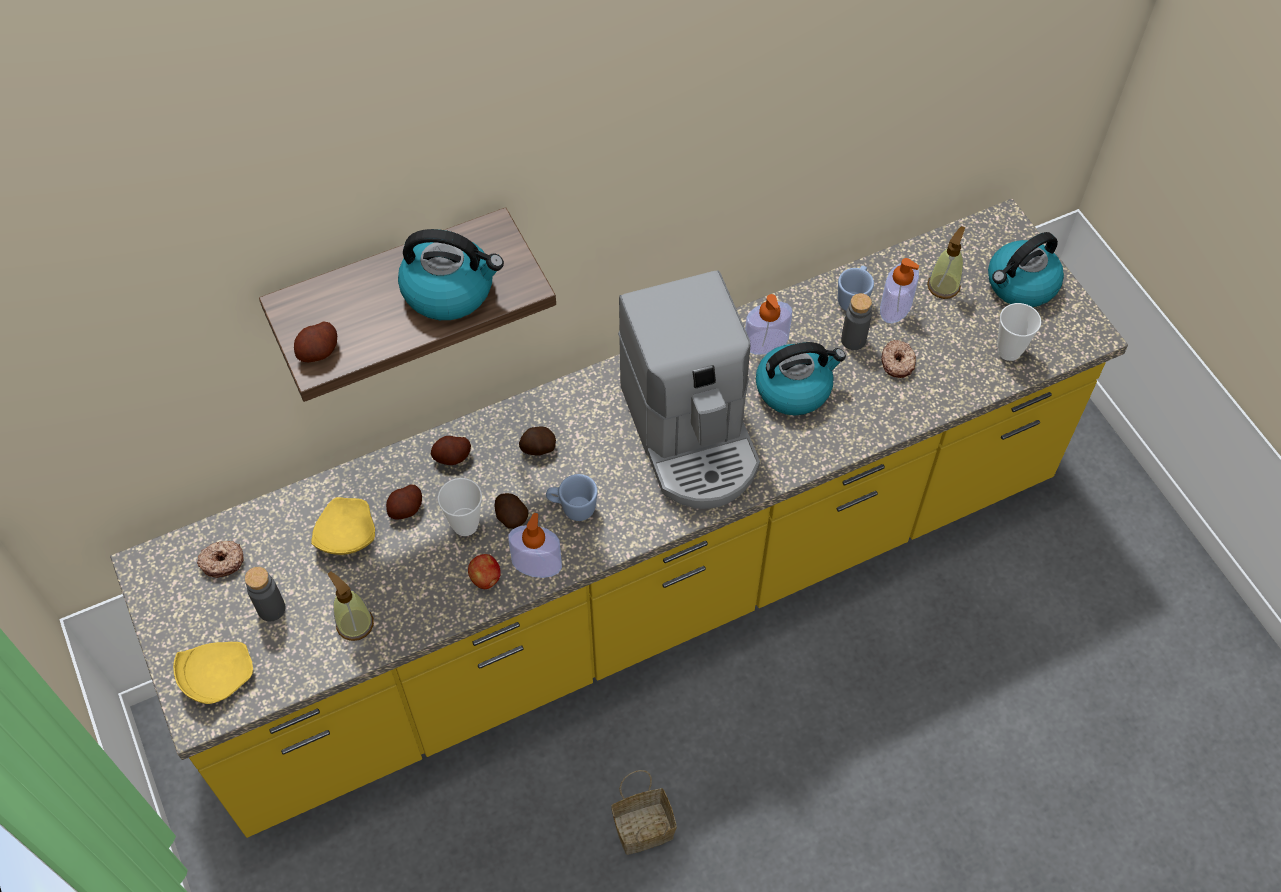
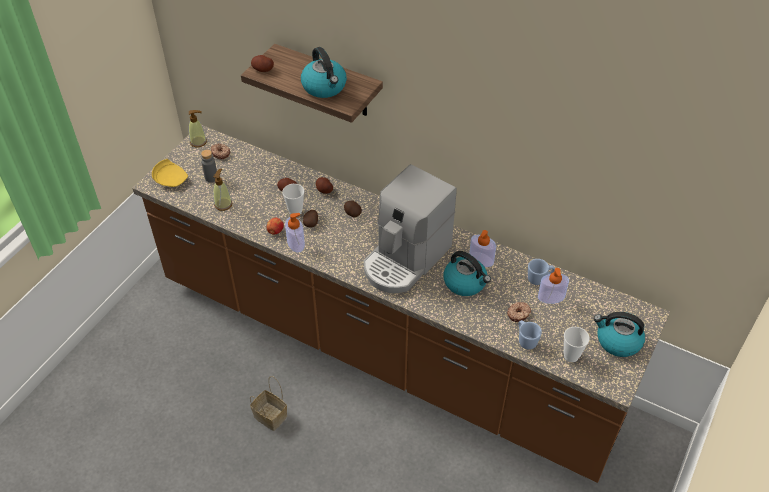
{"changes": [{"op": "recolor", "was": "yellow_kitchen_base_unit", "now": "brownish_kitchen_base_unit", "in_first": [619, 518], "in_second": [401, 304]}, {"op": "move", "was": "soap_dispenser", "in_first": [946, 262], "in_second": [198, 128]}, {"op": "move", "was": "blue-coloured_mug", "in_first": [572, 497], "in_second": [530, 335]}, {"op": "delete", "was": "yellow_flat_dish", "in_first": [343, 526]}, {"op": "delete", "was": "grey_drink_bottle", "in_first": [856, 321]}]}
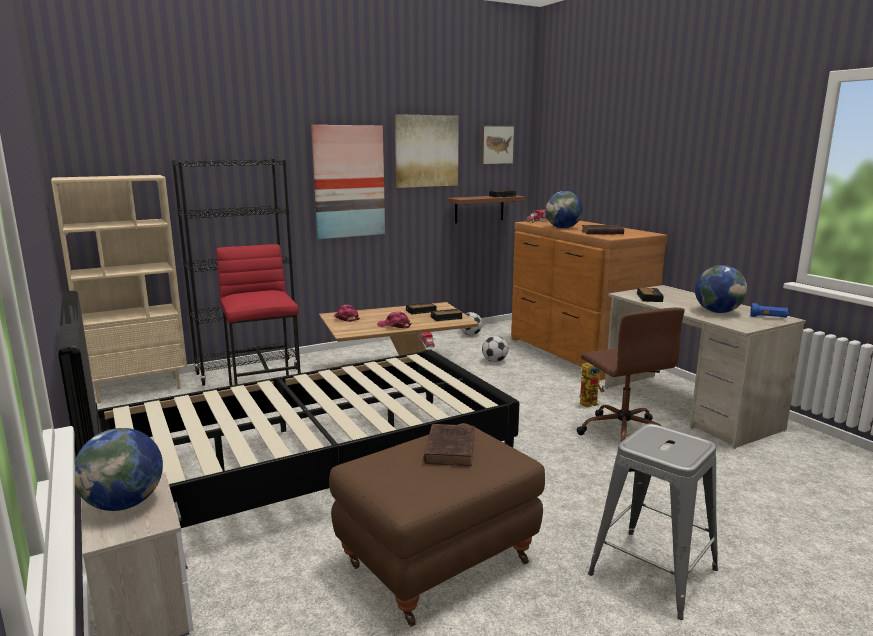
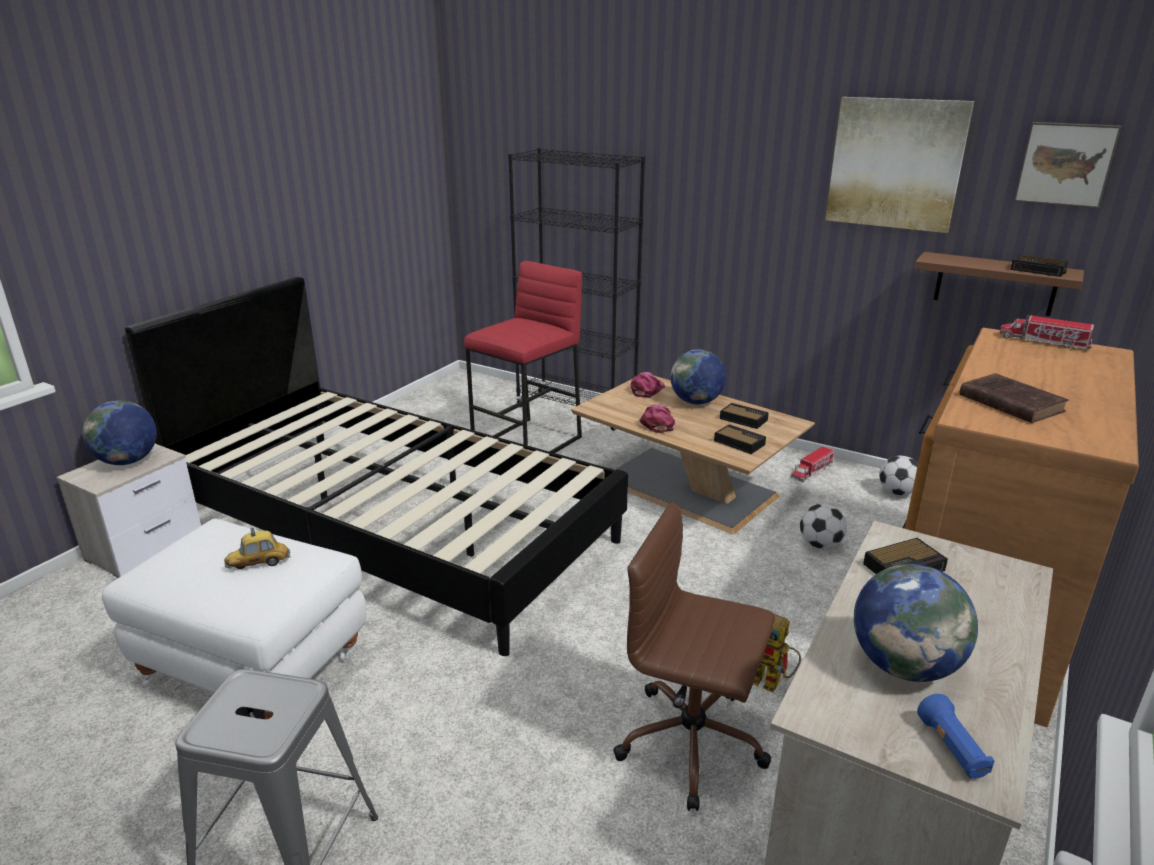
{"changes": [{"op": "recolor", "was": "brownish_pouffe", "now": "white-coloured_pouffe", "in_first": [437, 525], "in_second": [234, 619]}, {"op": "replace", "was": "brownish_volume", "now": "miniature_car", "in_first": [449, 445], "in_second": [257, 548]}, {"op": "rotate", "was": "brownish_office_chair", "in_first": [630, 375], "in_second": [694, 656], "clockwise": 75}, {"op": "move", "was": "desk_globe", "in_first": [564, 209], "in_second": [698, 376]}, {"op": "delete", "was": "beige-coloured_bookshelf", "in_first": [119, 289]}, {"op": "delete", "was": "picture", "in_first": [348, 182]}]}
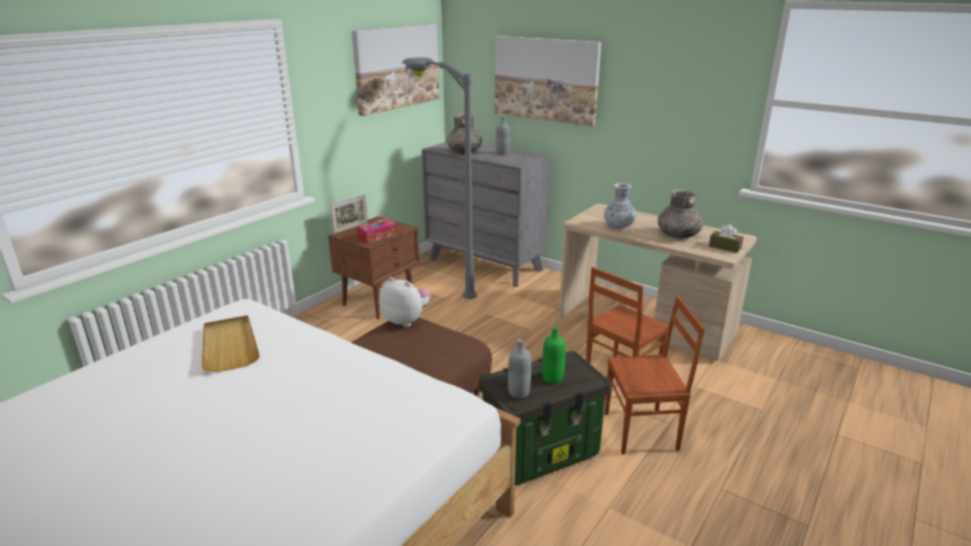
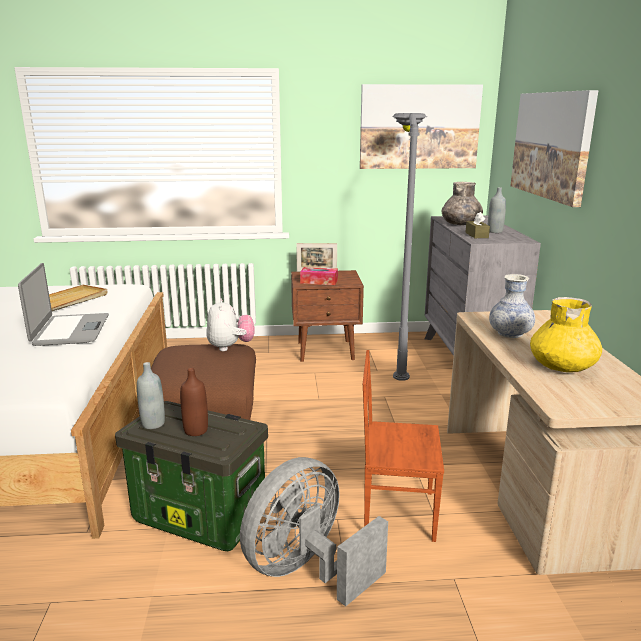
{"changes": [{"op": "insert", "now": "notebook_computer", "in_second": [63, 304]}, {"op": "recolor", "was": "green-coloured_drink_bottle", "now": "brownish_drink_bottle", "in_first": [554, 355], "in_second": [194, 402]}, {"op": "replace", "was": "brownish_chair", "now": "grey_fan", "in_first": [655, 375], "in_second": [314, 531]}, {"op": "move", "was": "brownish_tissue_box", "in_first": [726, 238], "in_second": [477, 225]}, {"op": "recolor", "was": "grey_flower_vase", "now": "yellow_flower_vase", "in_first": [680, 214], "in_second": [566, 334]}]}
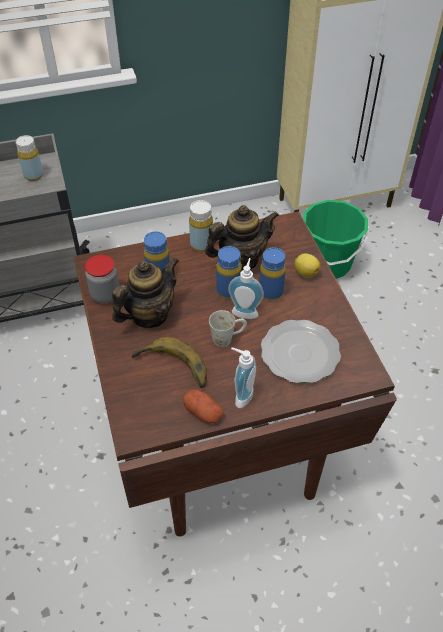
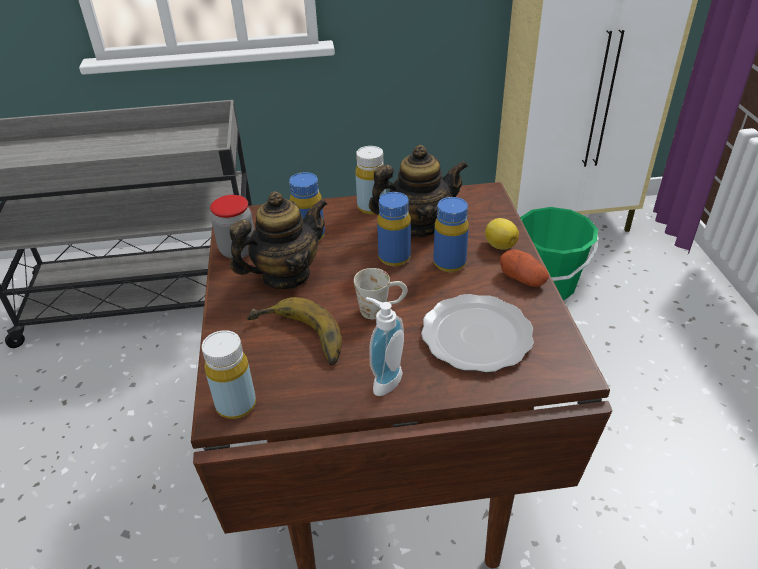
{"changes": [{"op": "move", "was": "yellow_drink_bottle", "in_first": [29, 158], "in_second": [229, 374]}, {"op": "move", "was": "whole_potato", "in_first": [203, 406], "in_second": [524, 268]}, {"op": "delete", "was": "soap_dispenser", "in_first": [246, 288]}]}
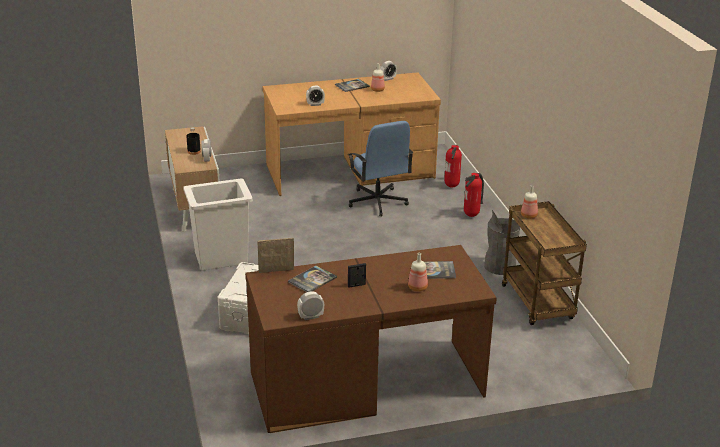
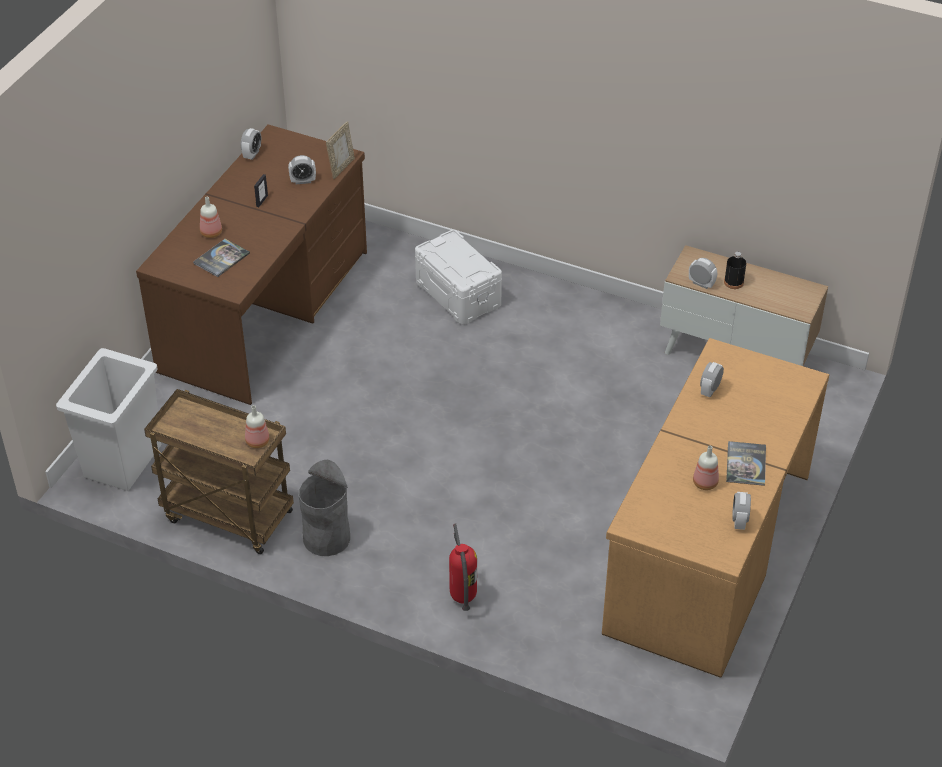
{"changes": [{"op": "move", "was": "white-coloured_waste_bin", "in_first": [218, 225], "in_second": [108, 419]}, {"op": "replace", "was": "volume", "now": "table_clock", "in_first": [312, 279], "in_second": [302, 169]}, {"op": "delete", "was": "blue-coloured_office_chair", "in_first": [381, 168]}, {"op": "delete", "was": "fire-fighting_cylinder", "in_first": [453, 166]}]}
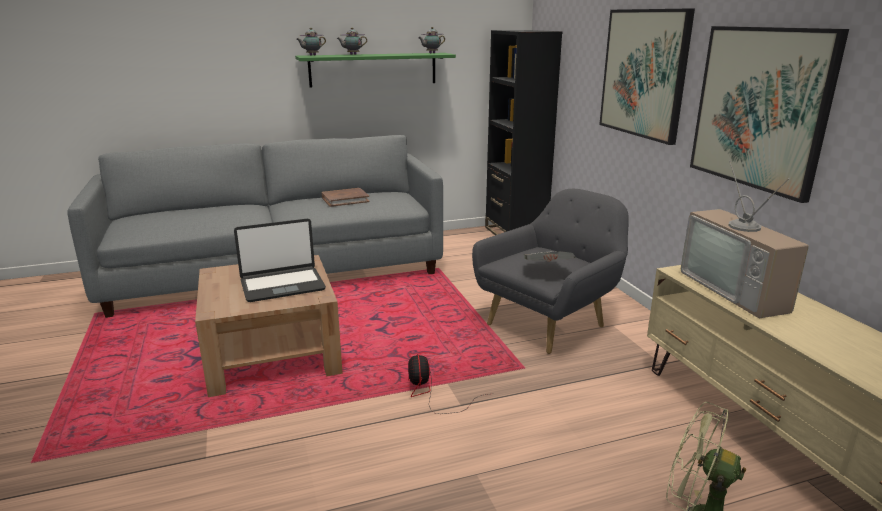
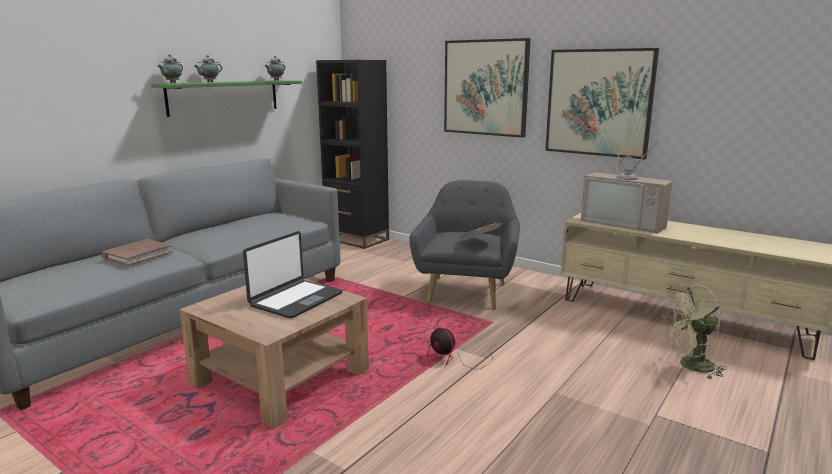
{"changes": [{"op": "move", "was": "brownish_volume", "in_first": [345, 197], "in_second": [137, 252]}]}
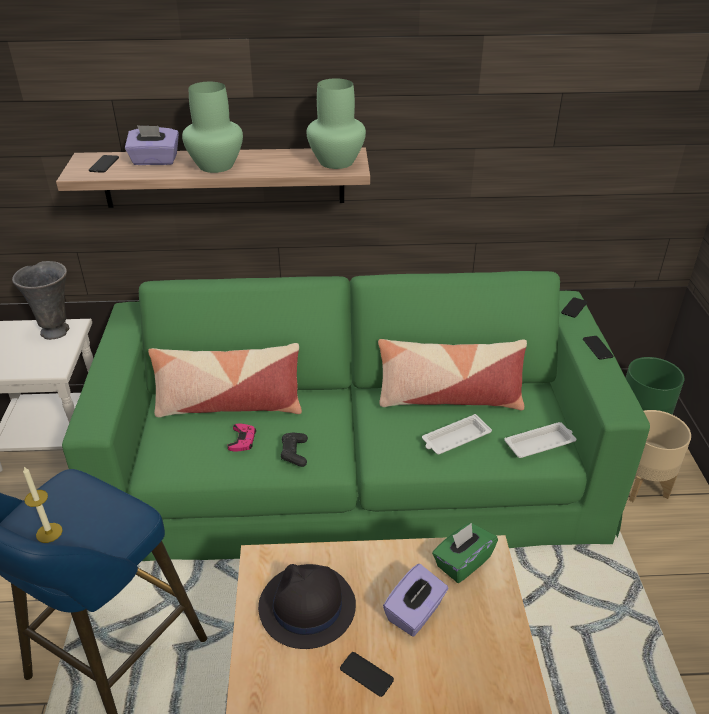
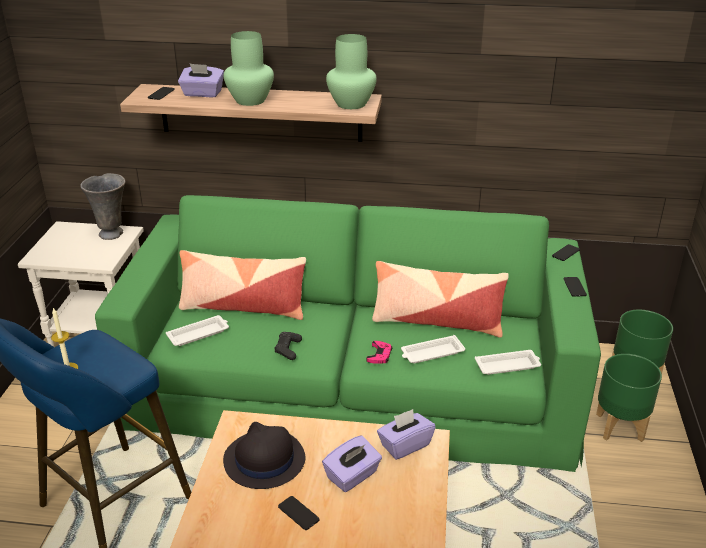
{"changes": [{"op": "insert", "now": "white-coloured_tray", "in_second": [197, 330]}, {"op": "move", "was": "pinkish_game_controller", "in_first": [242, 438], "in_second": [379, 352]}, {"op": "recolor", "was": "green-coloured_tissue_box", "now": "purple_tissue_box", "in_first": [465, 553], "in_second": [406, 434]}, {"op": "recolor", "was": "beige-coloured_plant_pot", "now": "green-coloured_plant_pot", "in_first": [660, 456], "in_second": [629, 398]}]}
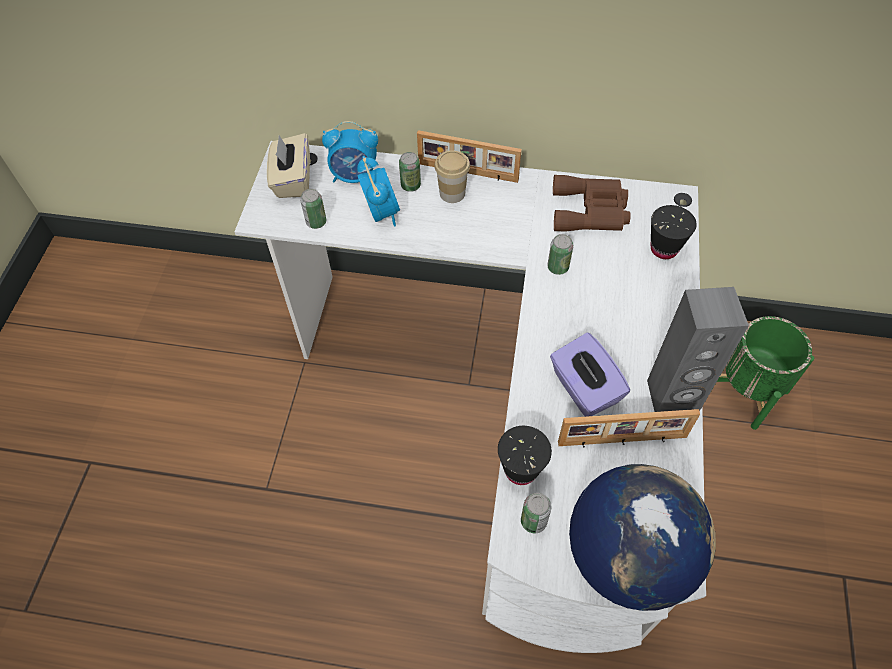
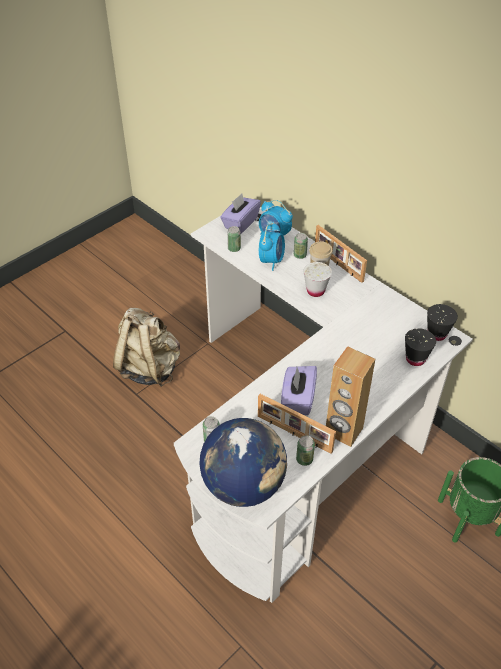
{"changes": [{"op": "insert", "now": "beige-coloured_backpack", "in_second": [146, 347]}, {"op": "recolor", "was": "beige-coloured_tissue_box", "now": "purple_tissue_box", "in_first": [288, 165], "in_second": [240, 213]}, {"op": "move", "was": "metal_can", "in_first": [560, 254], "in_second": [305, 450]}, {"op": "insert", "now": "white-coloured_cup", "in_second": [317, 279]}, {"op": "recolor", "was": "grey_speaker", "now": "brownish_speaker", "in_first": [698, 349], "in_second": [350, 396]}, {"op": "move", "was": "black-coloured_cup", "in_first": [525, 455], "in_second": [442, 322]}, {"op": "delete", "was": "brownish_field_glasses", "in_first": [592, 203]}]}
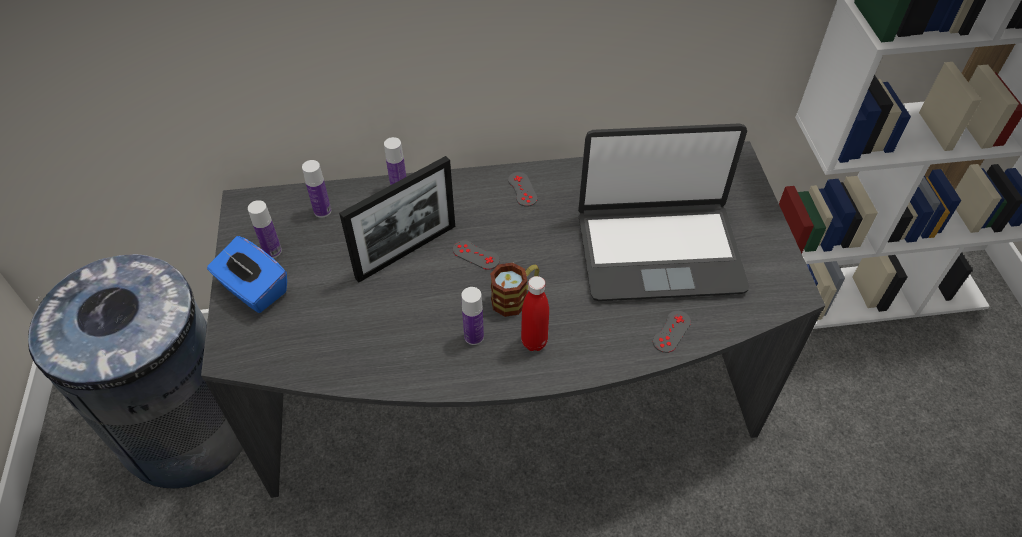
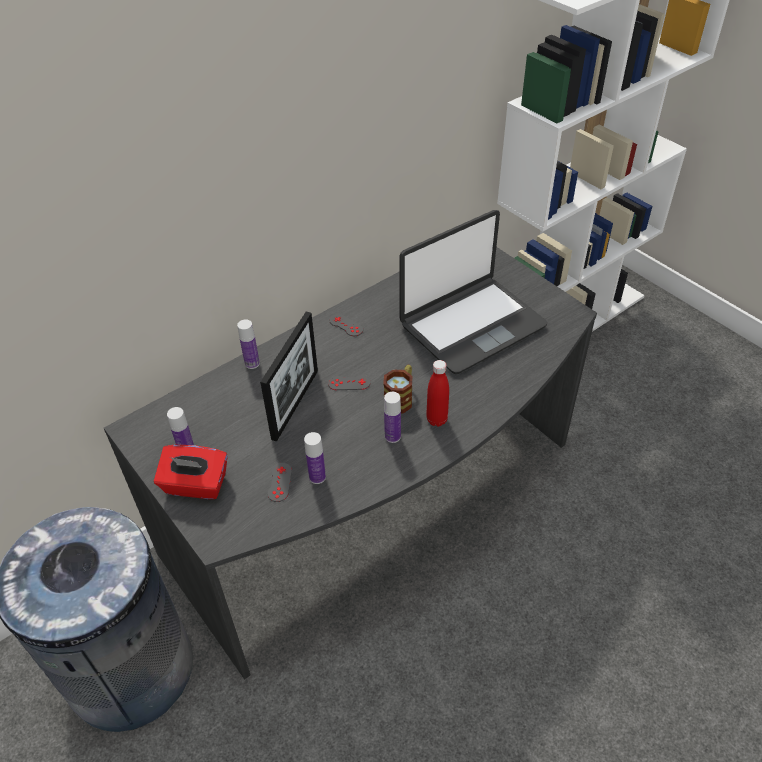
{"changes": [{"op": "recolor", "was": "blue-coloured_tissue_box", "now": "red-coloured_tissue_box", "in_first": [247, 274], "in_second": [191, 472]}, {"op": "move", "was": "grey_game_controller", "in_first": [672, 332], "in_second": [279, 482]}, {"op": "move", "was": "drink_bottle", "in_first": [316, 189], "in_second": [315, 458]}]}
